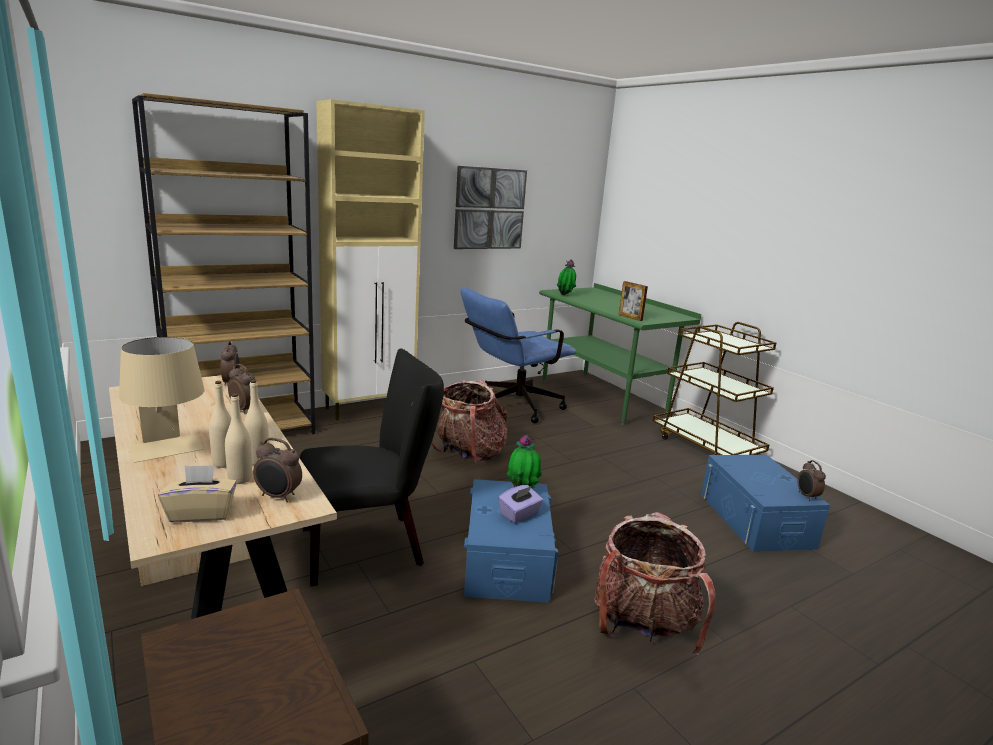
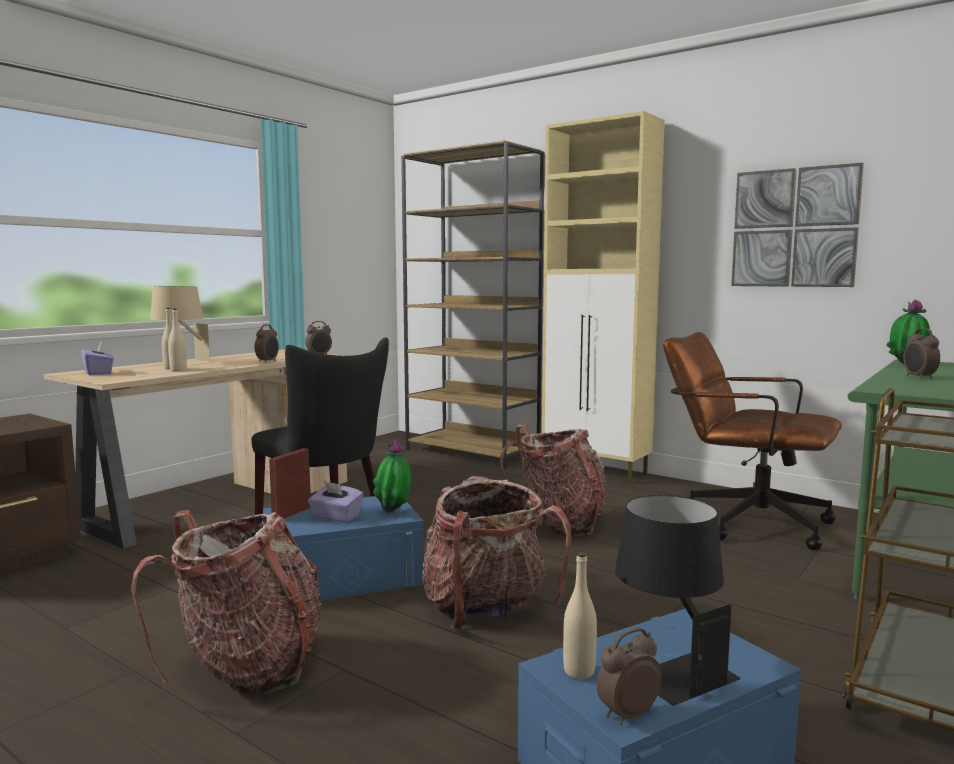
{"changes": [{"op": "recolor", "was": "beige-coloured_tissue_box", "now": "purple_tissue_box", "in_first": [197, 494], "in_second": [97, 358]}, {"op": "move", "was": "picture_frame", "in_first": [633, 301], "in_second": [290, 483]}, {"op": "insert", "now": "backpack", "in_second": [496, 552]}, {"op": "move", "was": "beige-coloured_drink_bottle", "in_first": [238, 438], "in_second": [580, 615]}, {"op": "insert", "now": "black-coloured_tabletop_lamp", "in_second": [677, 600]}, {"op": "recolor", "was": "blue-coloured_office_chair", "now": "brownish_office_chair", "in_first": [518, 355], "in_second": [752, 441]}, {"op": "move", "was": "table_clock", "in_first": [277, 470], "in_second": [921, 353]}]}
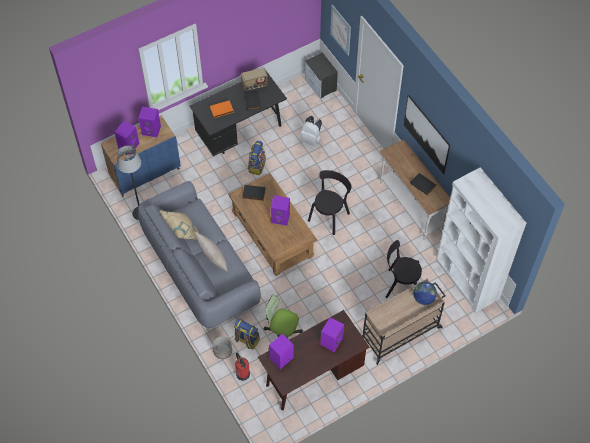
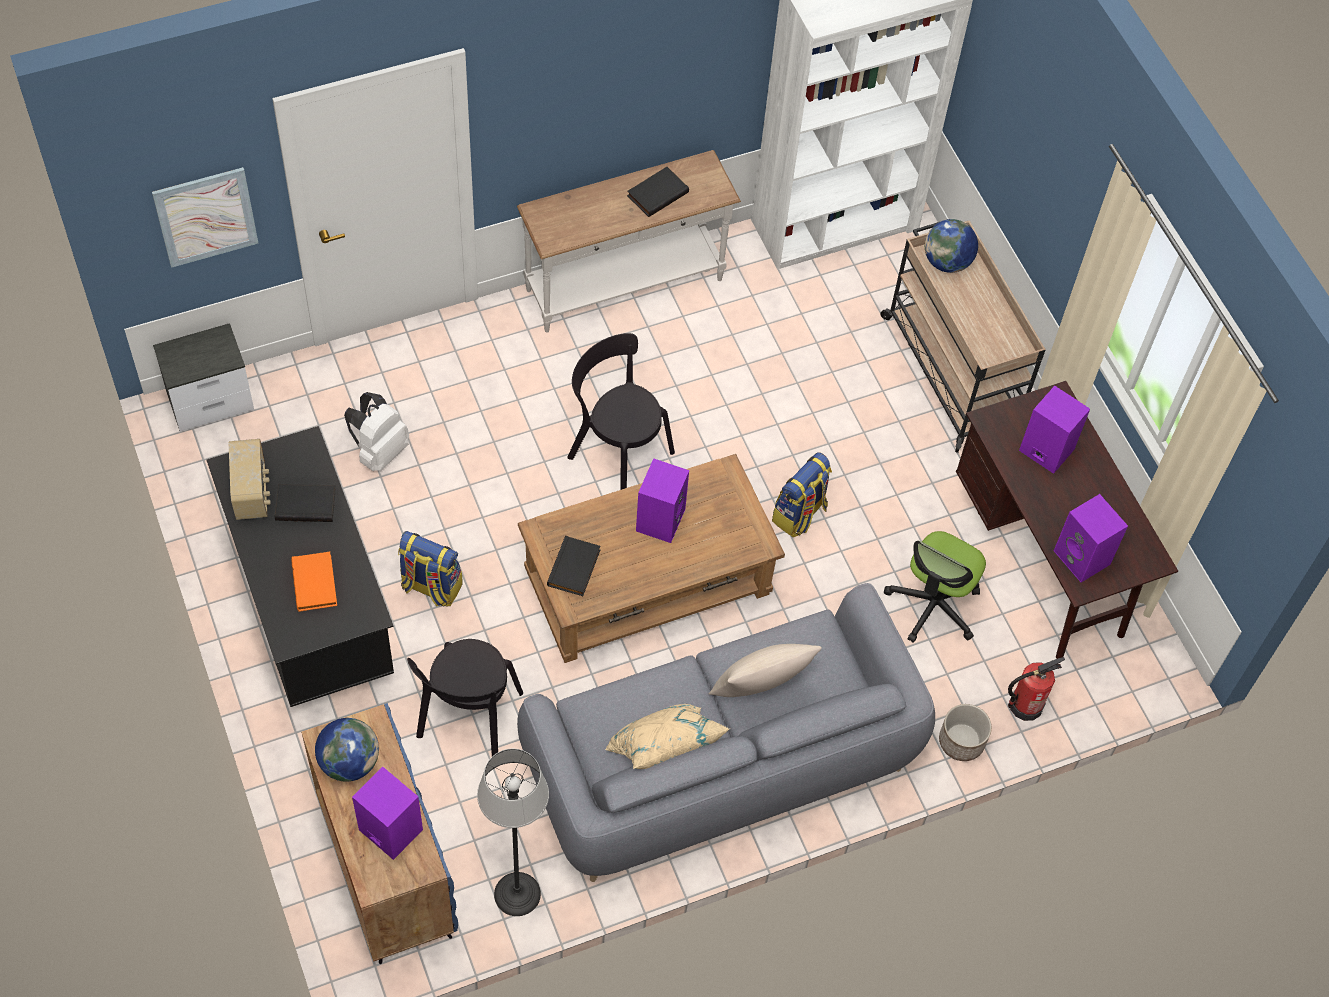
{"changes": [{"op": "replace", "was": "purple_speaker", "now": "desk_globe", "in_first": [149, 122], "in_second": [347, 750]}, {"op": "move", "was": "black-coloured_chair", "in_first": [403, 269], "in_second": [465, 697]}, {"op": "move", "was": "backpack", "in_first": [247, 333], "in_second": [802, 494]}, {"op": "delete", "was": "picture", "in_first": [427, 134]}]}
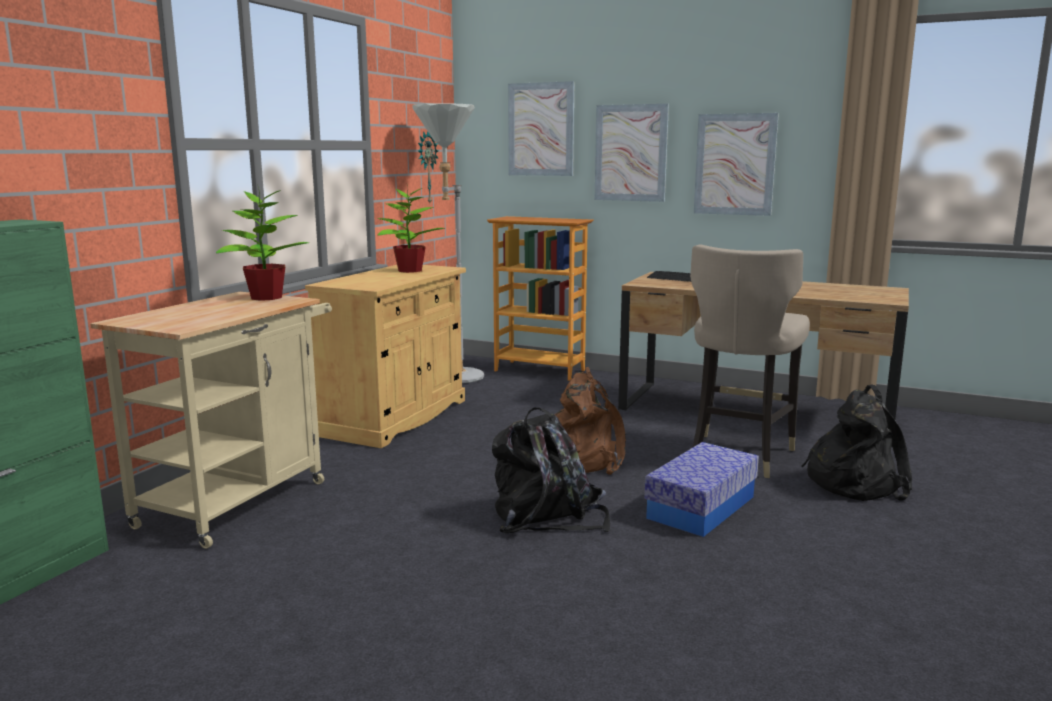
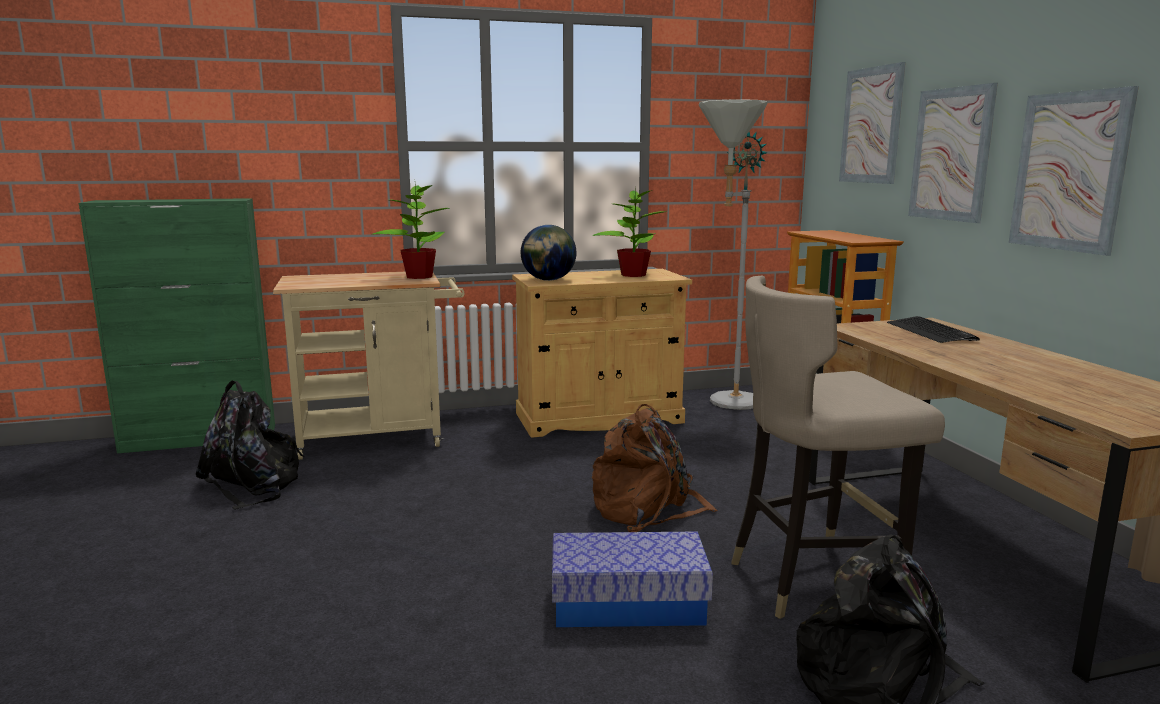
{"changes": [{"op": "move", "was": "black-coloured_backpack", "in_first": [551, 471], "in_second": [250, 445]}, {"op": "insert", "now": "desk_globe", "in_second": [548, 253]}]}
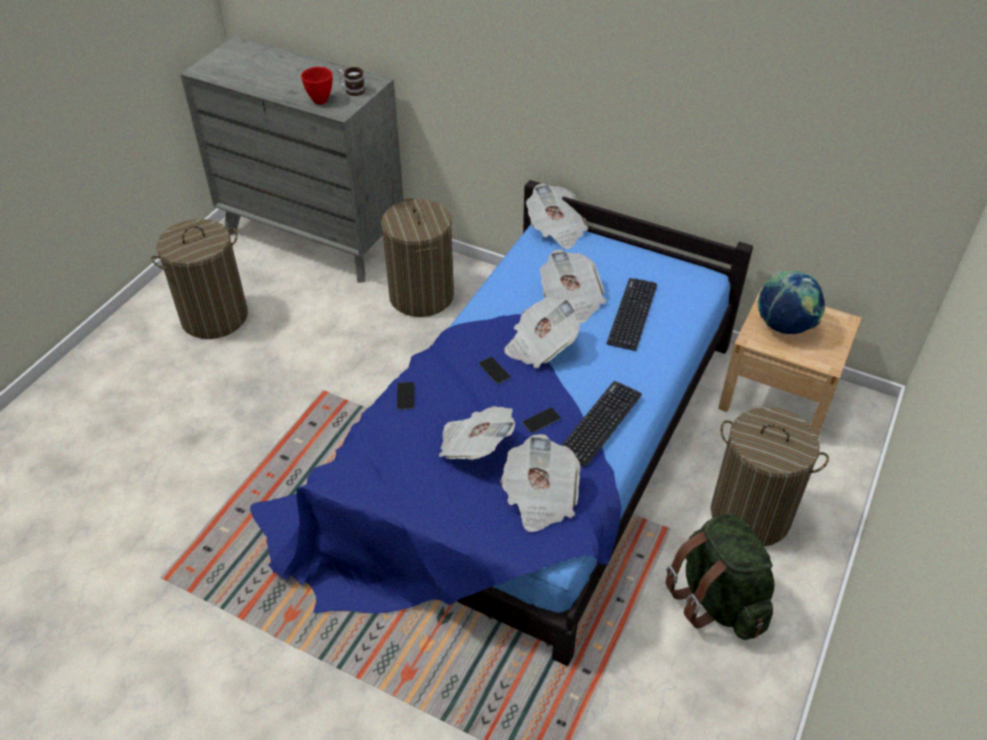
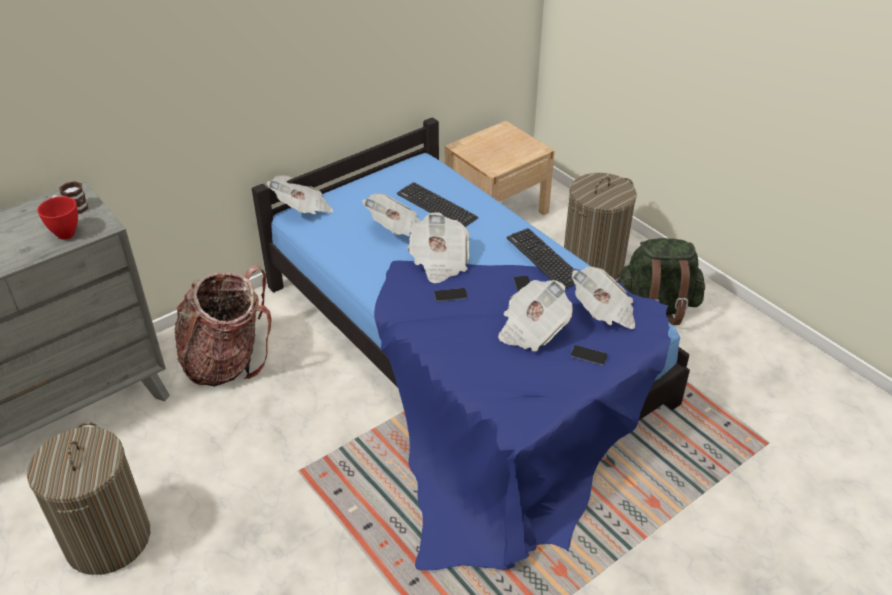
{"changes": [{"op": "replace", "was": "washing_basket", "now": "backpack", "in_first": [417, 257], "in_second": [223, 326]}, {"op": "move", "was": "telephone", "in_first": [405, 396], "in_second": [589, 355]}, {"op": "delete", "was": "desk_globe", "in_first": [791, 302]}]}
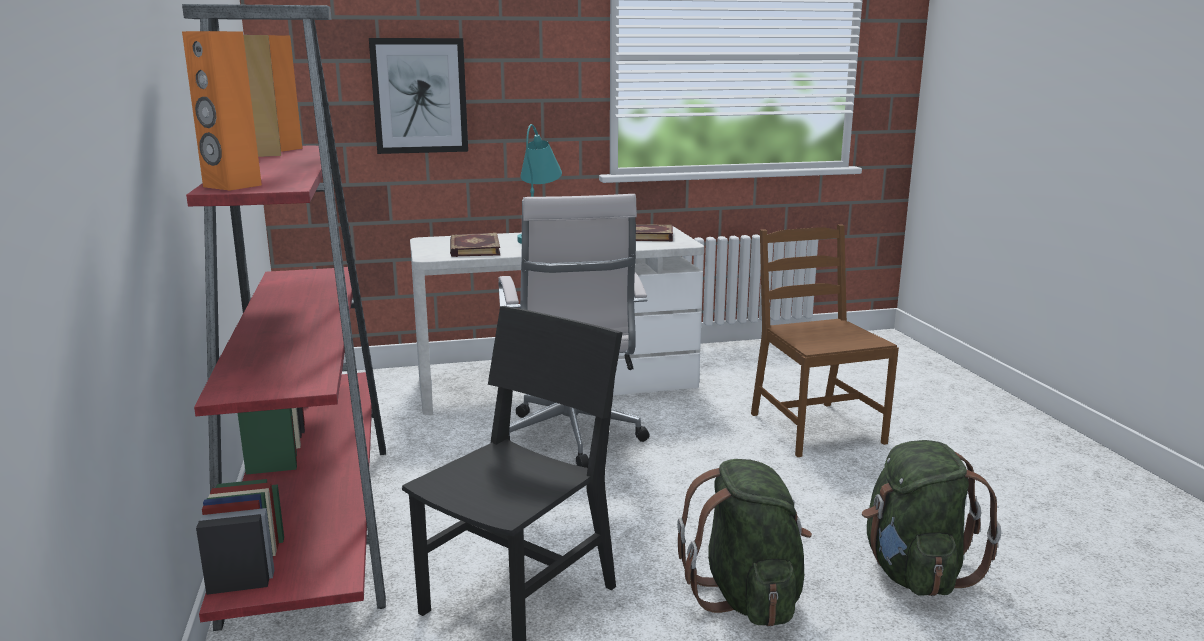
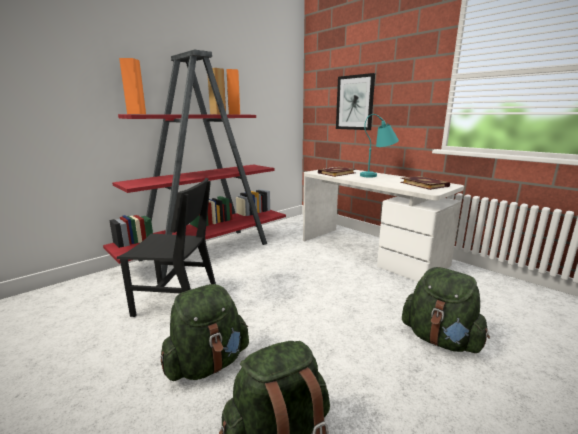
{"changes": [{"op": "replace", "was": "brownish_chair", "now": "green-coloured_backpack", "in_first": [825, 340], "in_second": [446, 310]}, {"op": "delete", "was": "white-coloured_office_chair", "in_first": [574, 331]}]}
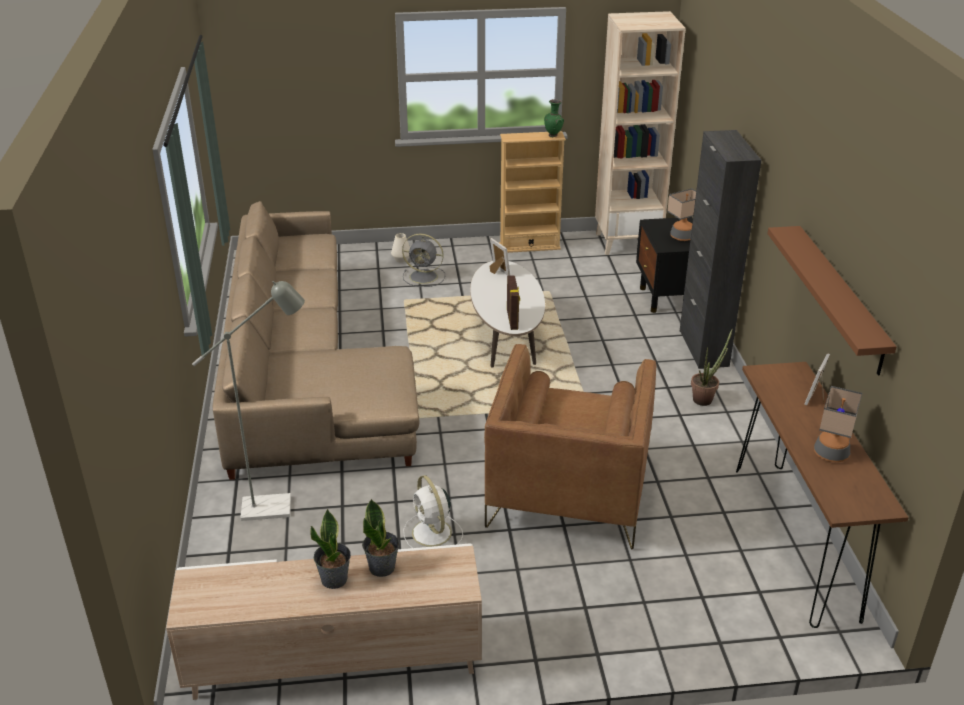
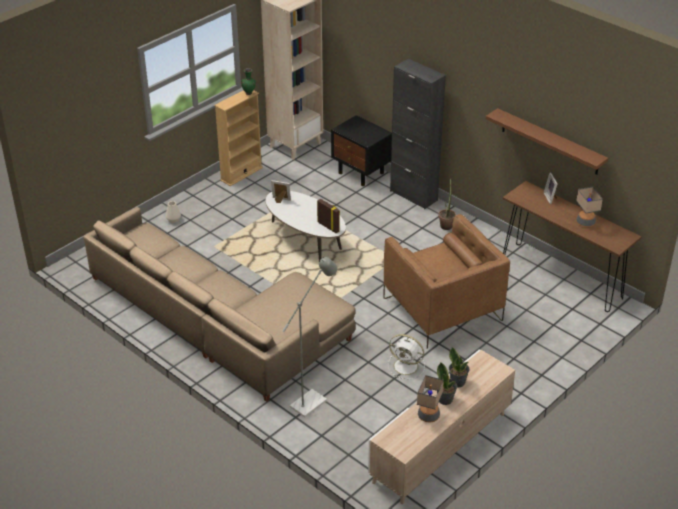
{"changes": [{"op": "move", "was": "tabletop_lamp", "in_first": [681, 214], "in_second": [430, 399]}, {"op": "delete", "was": "grey_fan", "in_first": [423, 260]}]}
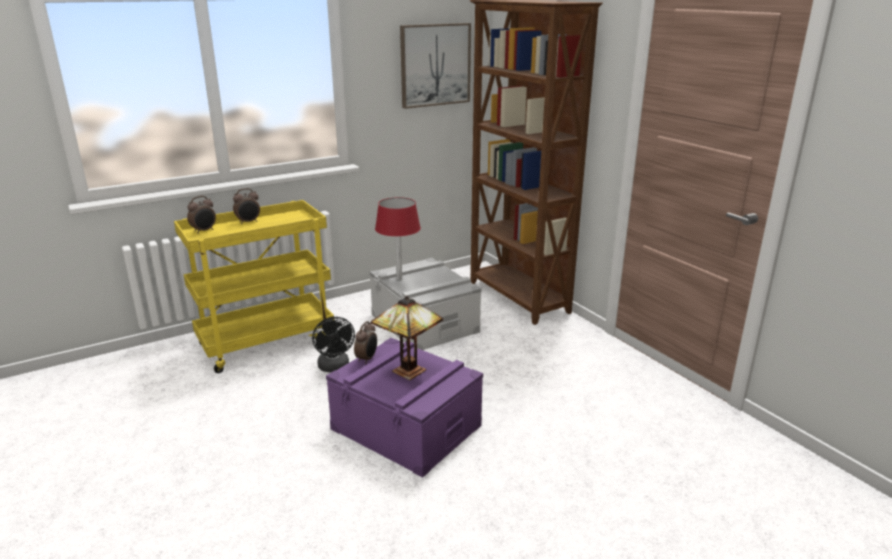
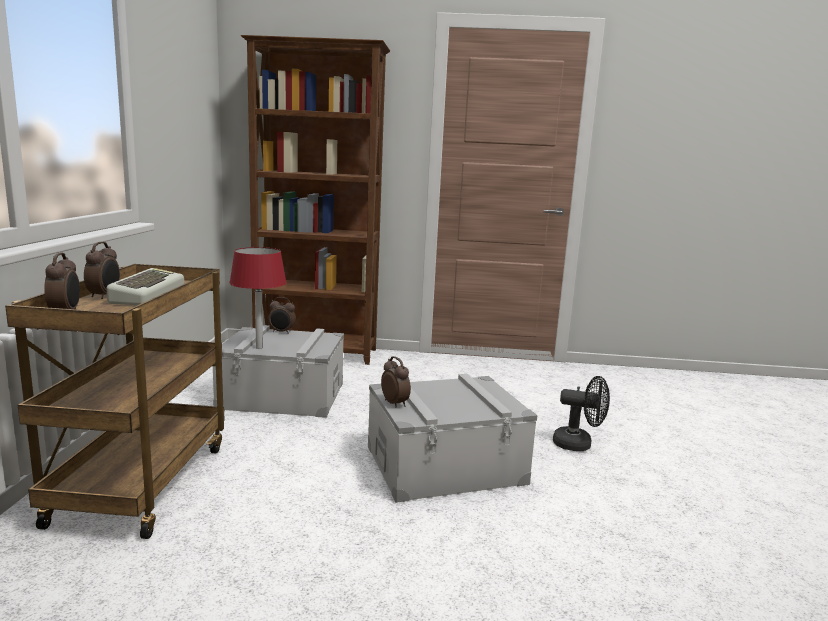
{"changes": [{"op": "recolor", "was": "yellow_cart", "now": "brownish_cart", "in_first": [254, 286], "in_second": [115, 401]}, {"op": "insert", "now": "PC_keyboard", "in_second": [145, 286]}, {"op": "insert", "now": "table_clock", "in_second": [282, 315]}, {"op": "recolor", "was": "purple_storage_container", "now": "grey_storage_container", "in_first": [404, 408], "in_second": [452, 438]}, {"op": "move", "was": "black-coloured_fan", "in_first": [333, 345], "in_second": [581, 413]}, {"op": "delete", "was": "tabletop_lamp", "in_first": [407, 338]}, {"op": "delete", "was": "picture", "in_first": [435, 66]}]}
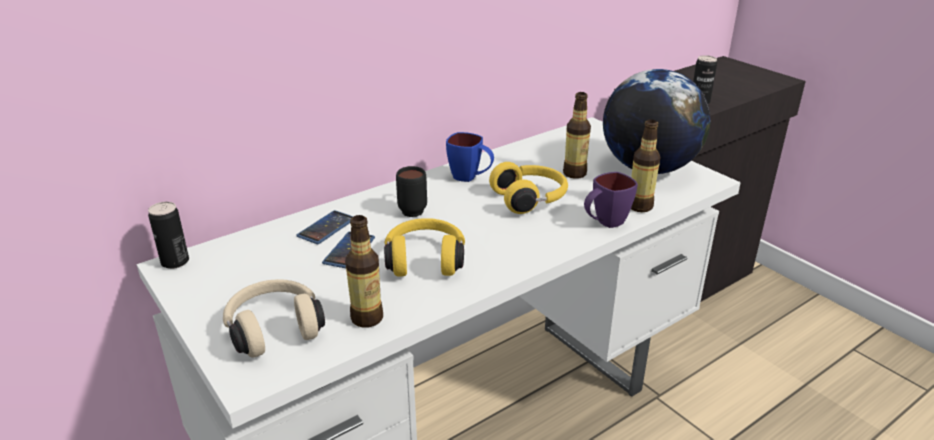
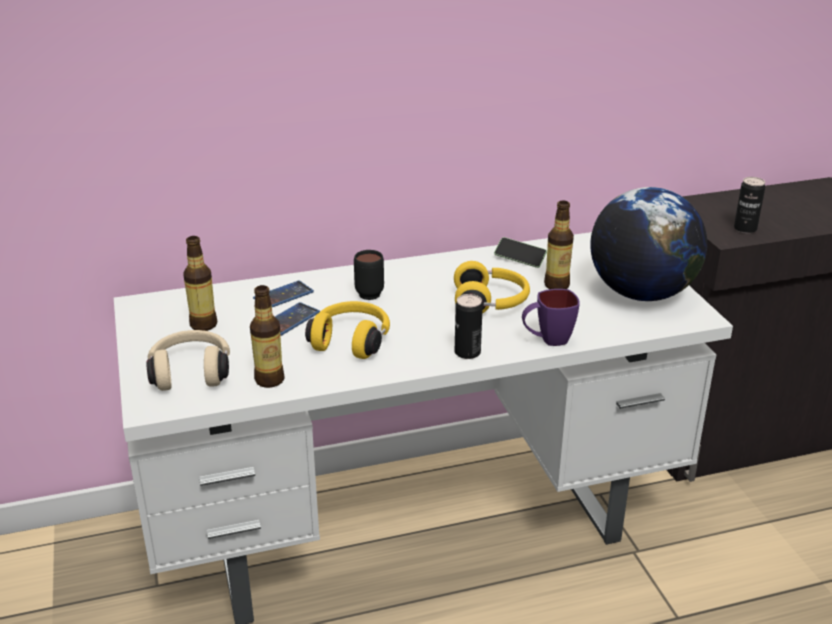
{"changes": [{"op": "move", "was": "drink_bottle", "in_first": [645, 165], "in_second": [200, 283]}, {"op": "move", "was": "metal_can", "in_first": [168, 235], "in_second": [469, 326]}, {"op": "insert", "now": "telephone", "in_second": [520, 252]}, {"op": "delete", "was": "blue-coloured_mug", "in_first": [470, 157]}]}
